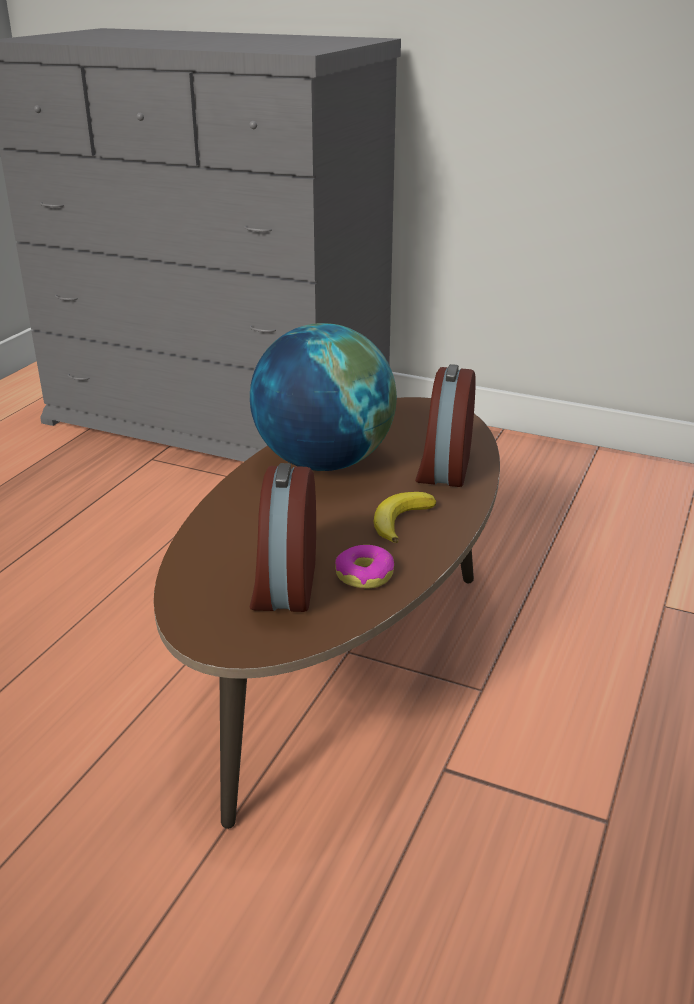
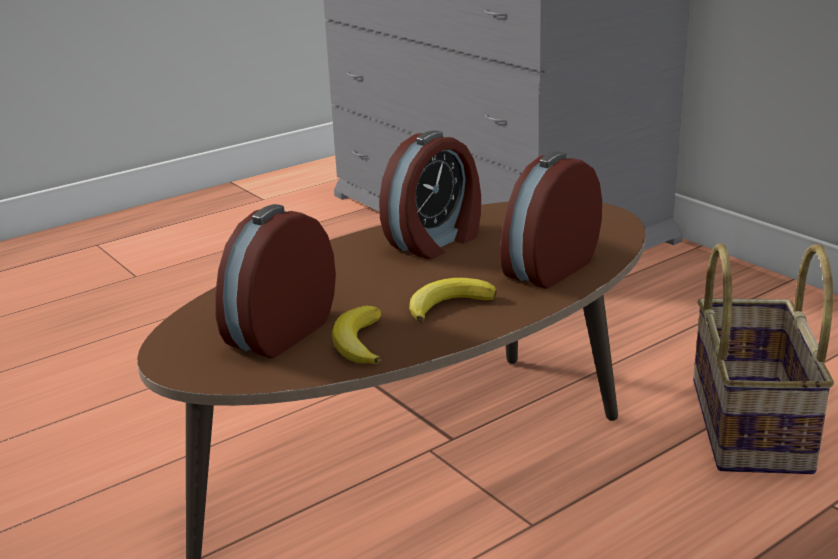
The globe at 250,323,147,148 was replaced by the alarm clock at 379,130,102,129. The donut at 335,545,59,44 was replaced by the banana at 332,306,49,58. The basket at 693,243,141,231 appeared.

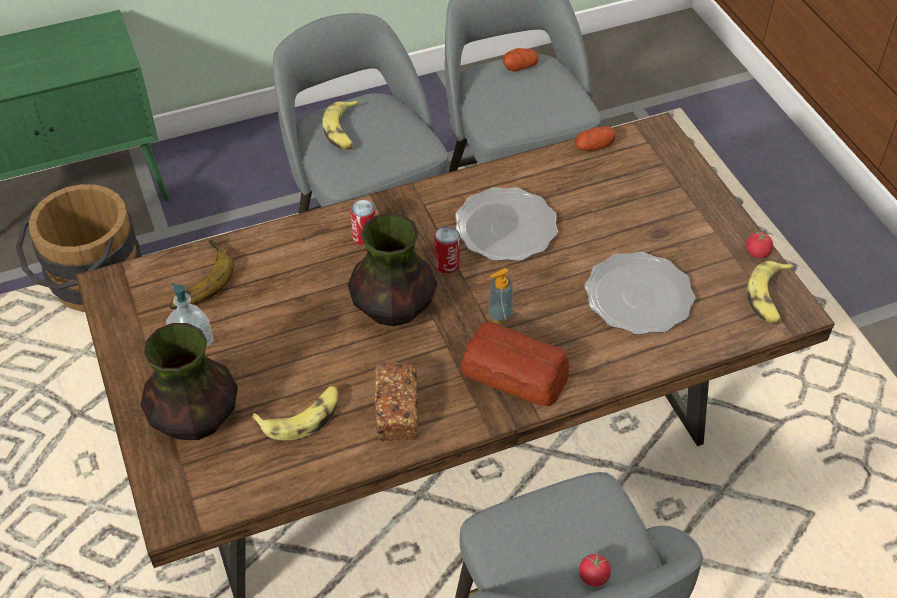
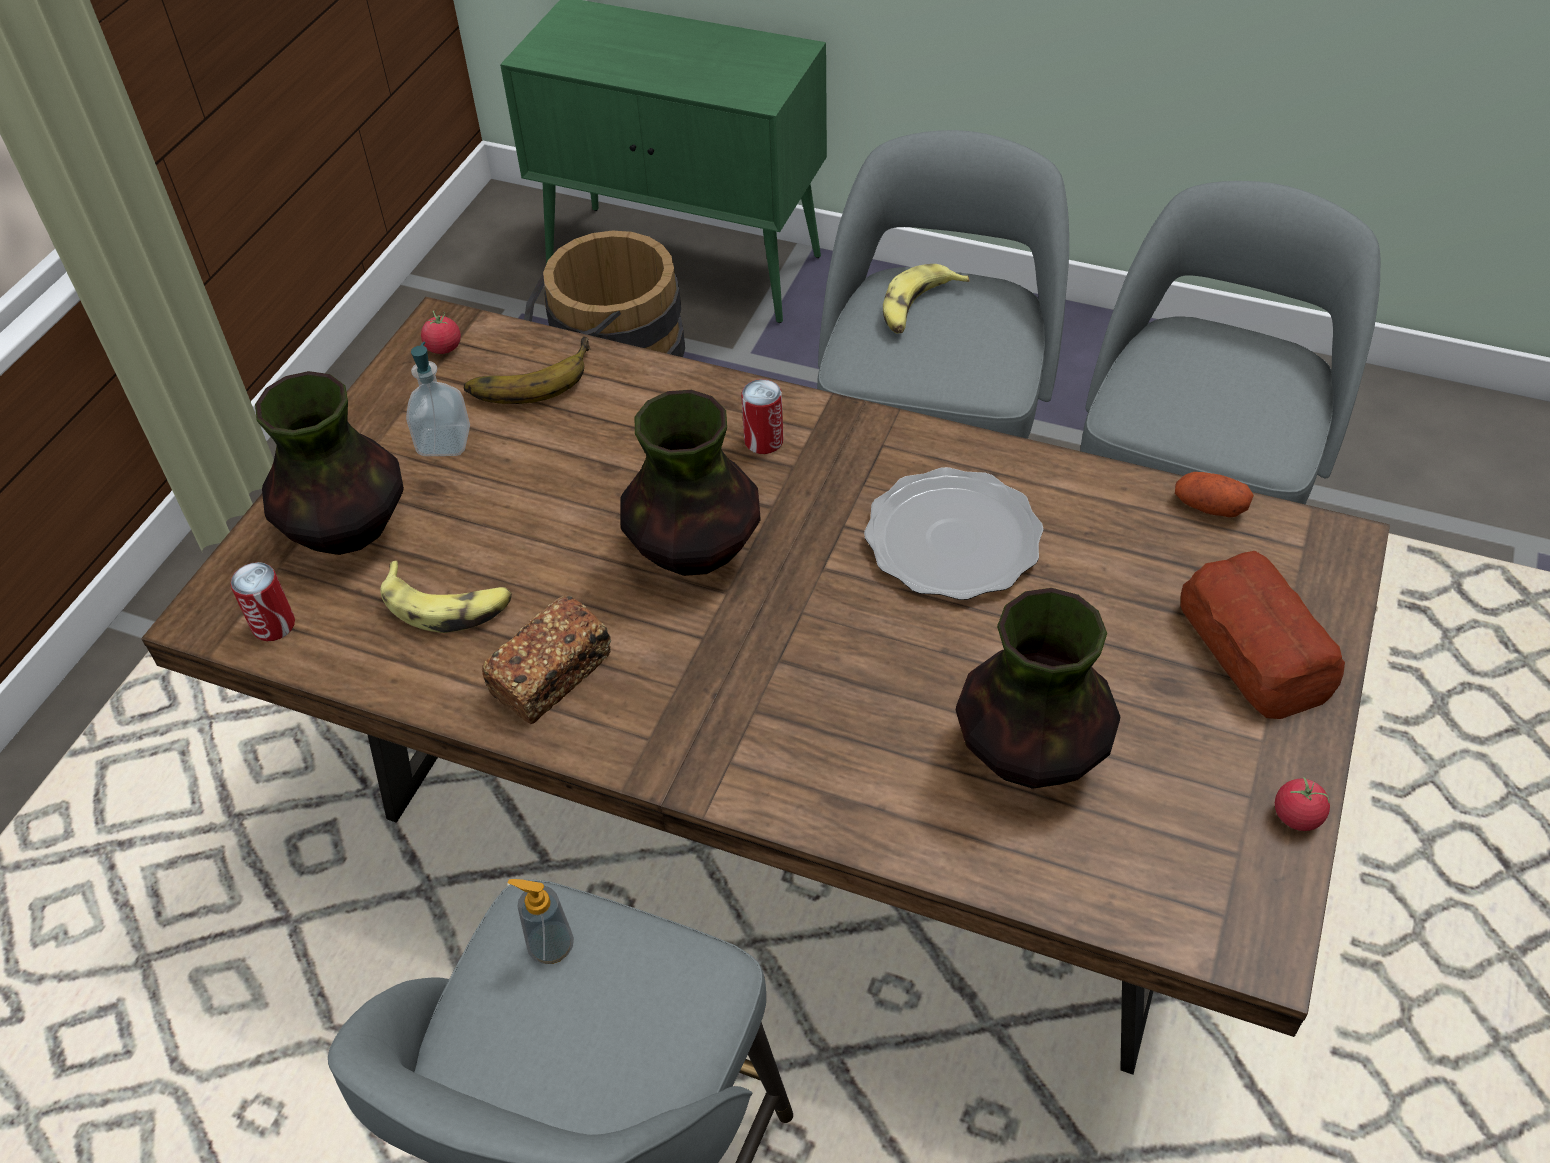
The potato at 503,48,36,24 disappeared. The can moved from 434,226,26,47 to 230,562,65,79. The plate at 584,252,111,83 was replaced by the vase at 956,588,164,201. The banana at 747,261,47,64 disappeared. The soap dispenser moved from 488,268,25,55 to 508,879,66,85. The bread moved from 461,322,108,84 to 1181,551,164,168. The tomato moved from 579,554,32,33 to 421,310,40,44.

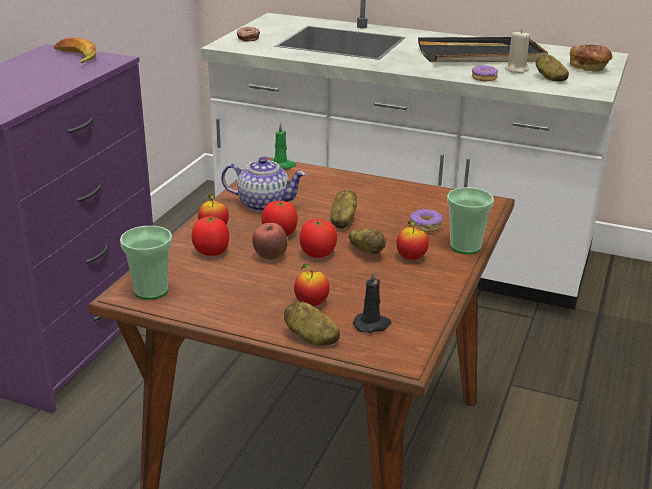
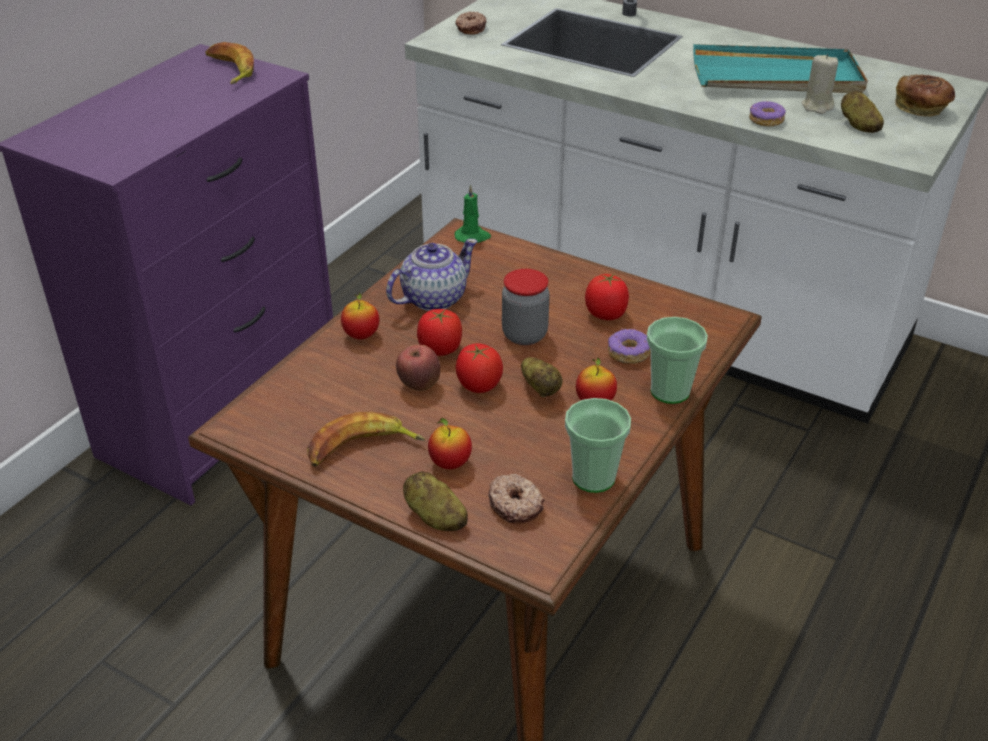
The tray (black) at 418,37,130,25 became the tray (turquoise) at 693,44,175,49. The teapot at 221,157,85,55 turned 60 degrees counterclockwise. The potato at 331,190,26,39 was replaced by the jar at 502,269,48,76. The tomato moved from 191,216,38,40 to 585,273,44,47. The cup moved from 120,226,52,74 to 565,398,66,95. The candle (black) at 353,270,39,63 was replaced by the donut at 488,474,57,50. The banana at 307,411,118,56 appeared.

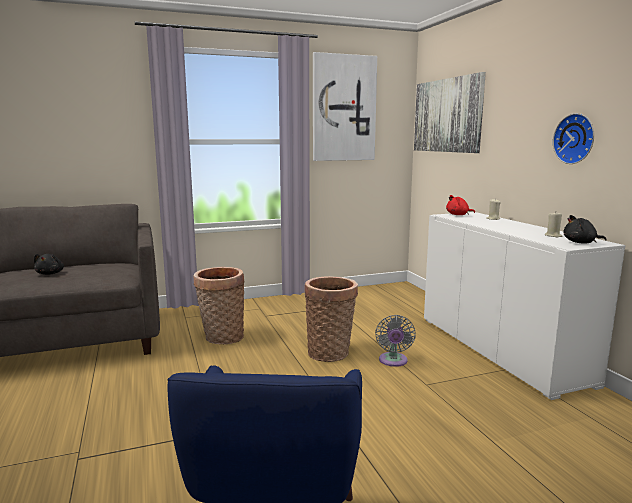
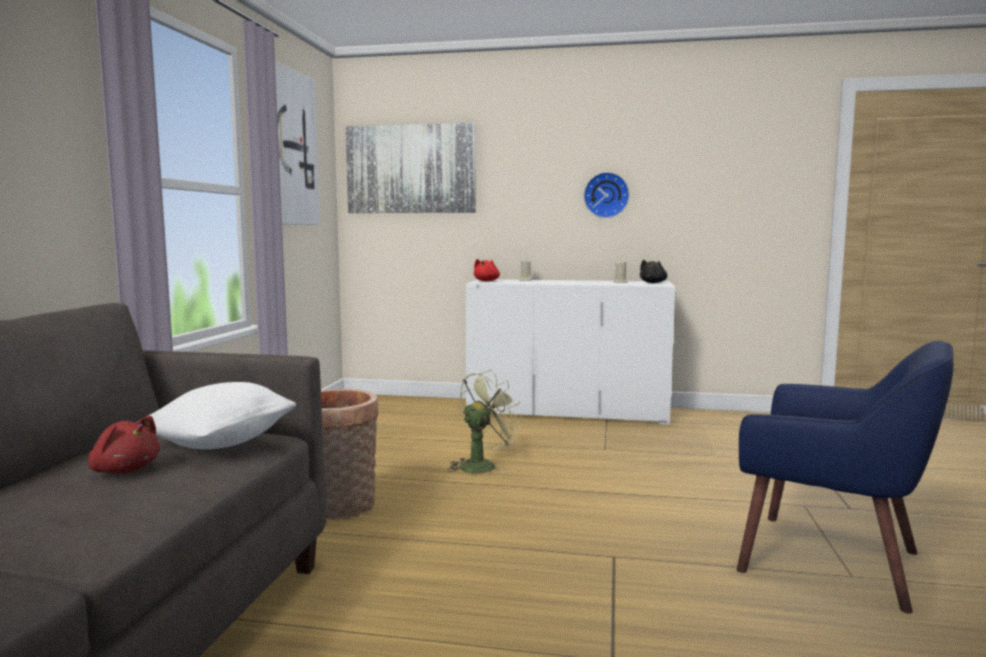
The plush toy (black) at 34,254,30,21 became the plush toy (red) at 88,416,72,58. The basket at 304,276,54,86 was replaced by the fan (green) at 447,370,76,103. The fan (grey) at 375,315,41,52 disappeared. The pillow (white) at 136,382,161,67 appeared.

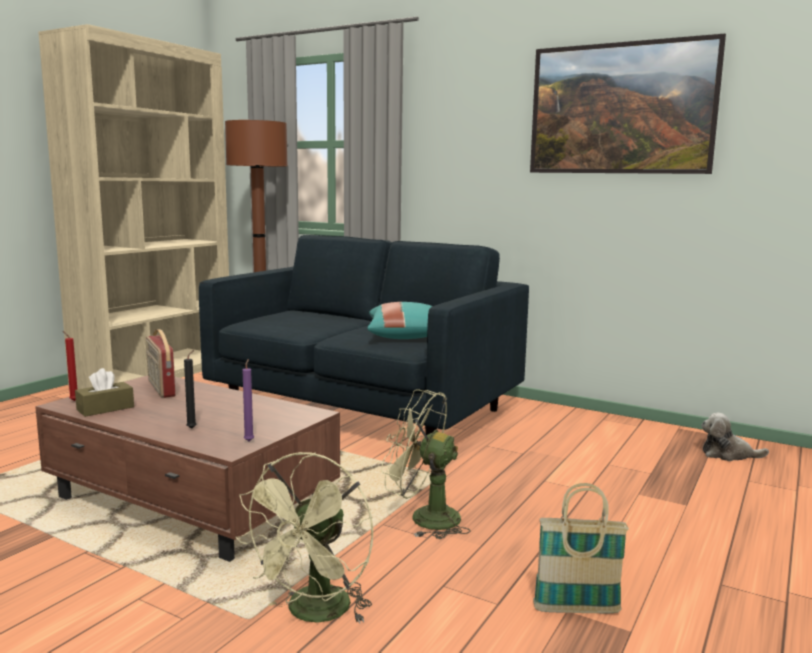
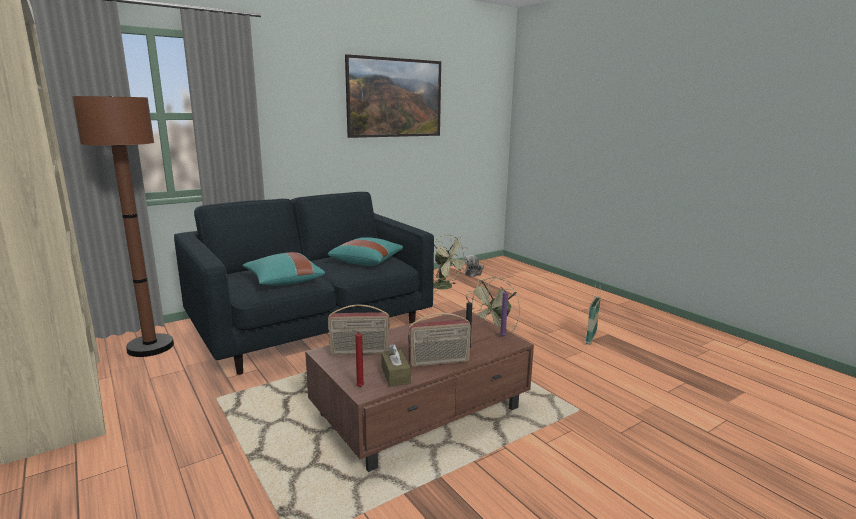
The fan (green) moved from 235,452,138,172 to 433,234,36,58. The pillow (turquoise) at 242,252,83,33 appeared. The radio at 408,313,63,54 appeared.

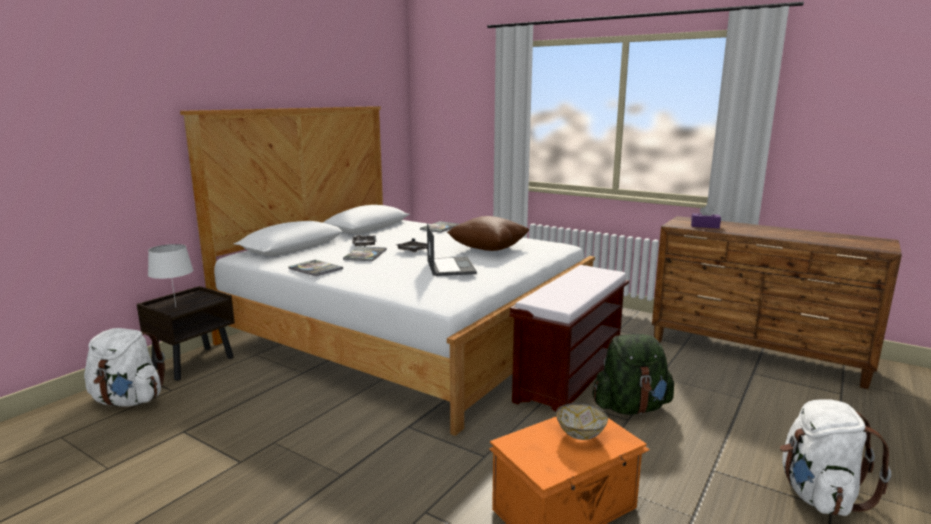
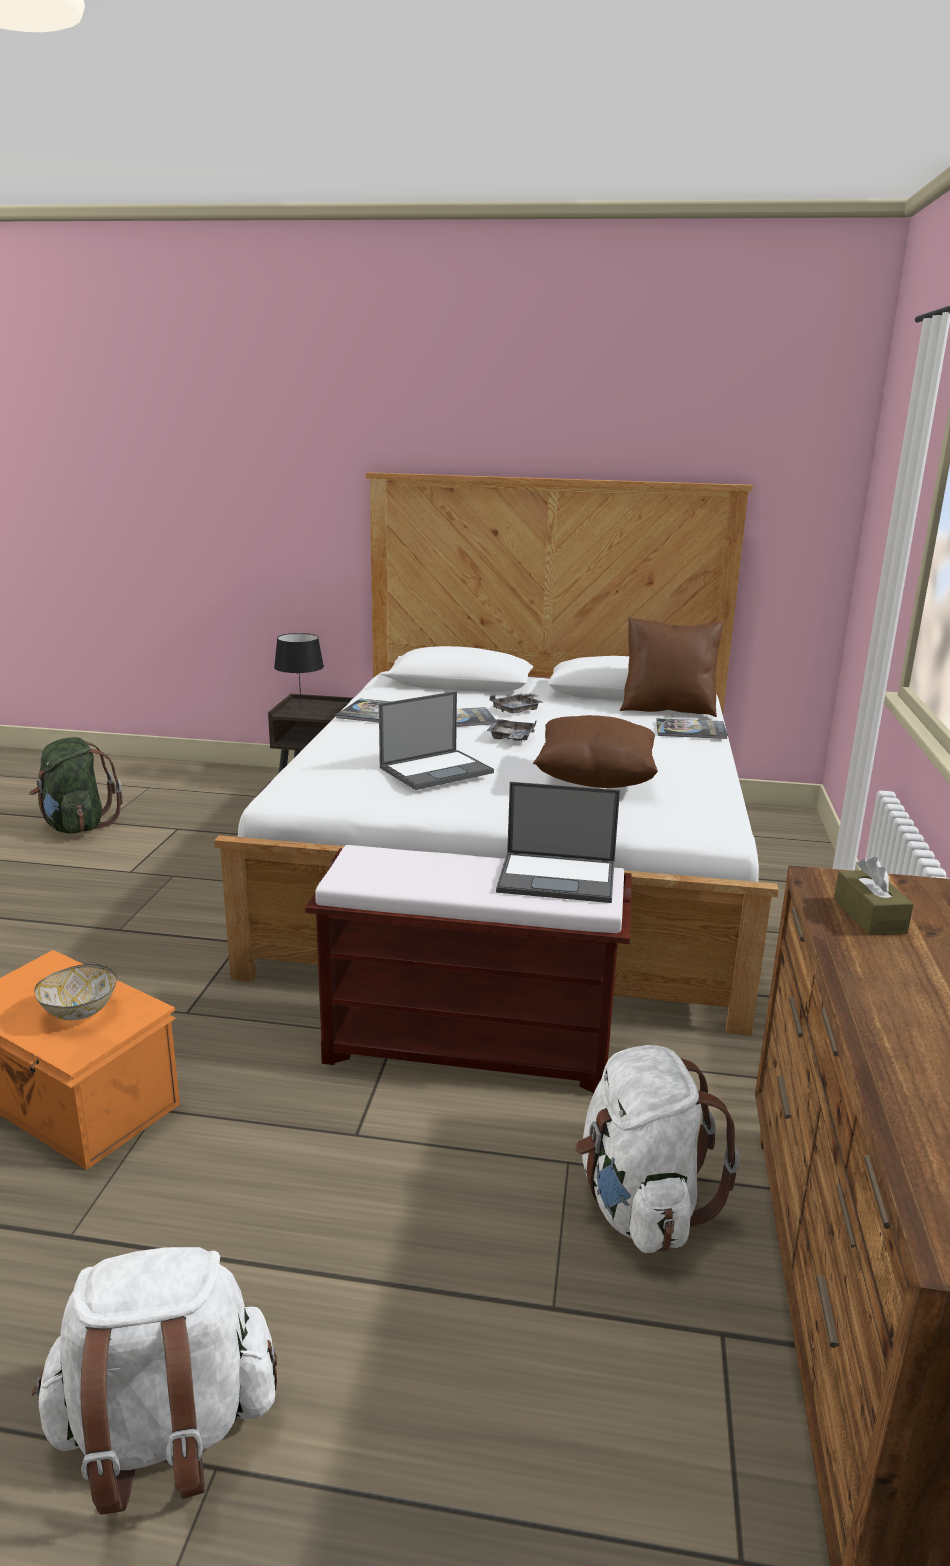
The tissue box (purple) at 691,205,30,24 became the tissue box (brown) at 834,857,80,79. The table lamp (white) at 148,244,45,62 became the table lamp (black) at 274,633,50,73. The backpack (white) moved from 84,328,81,79 to 575,1045,165,208. The backpack (green) moved from 592,334,82,81 to 29,737,93,97. The pillow (brown) at 620,617,103,100 appeared. The laptop at 496,782,124,121 appeared.

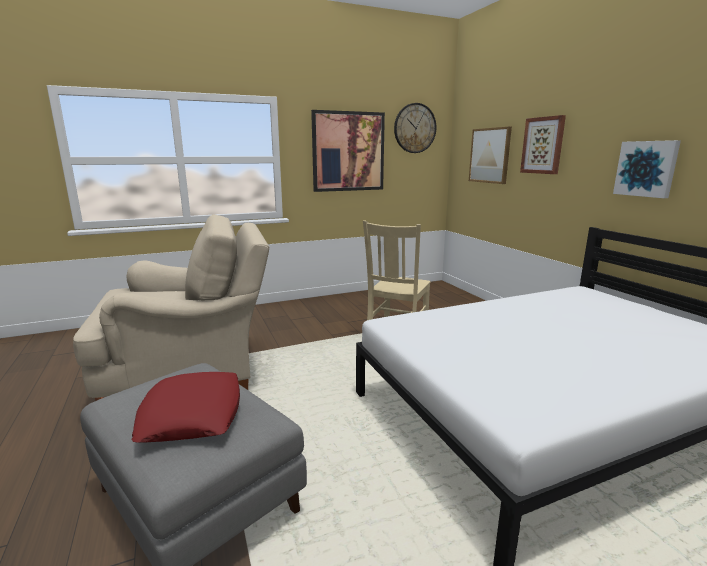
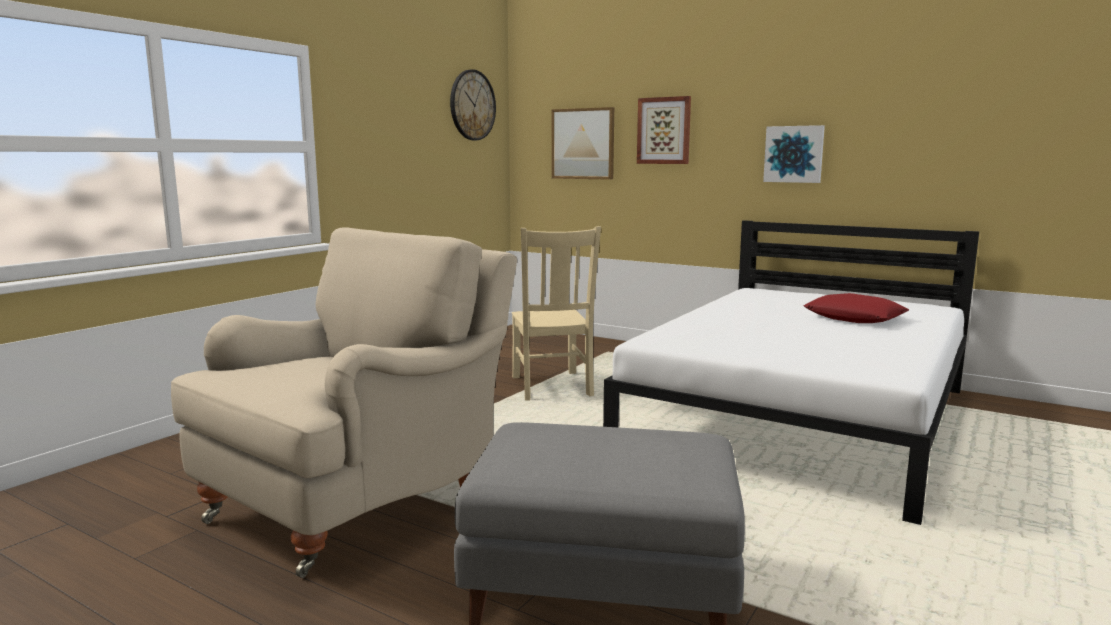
The picture at 311,110,74,82 disappeared. The pillow (red) moved from 131,372,109,71 to 804,293,105,30.

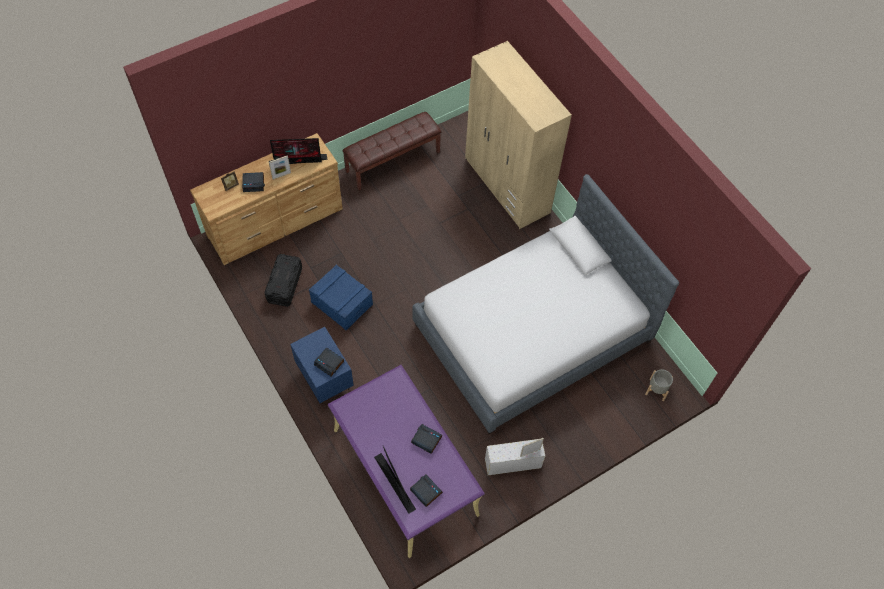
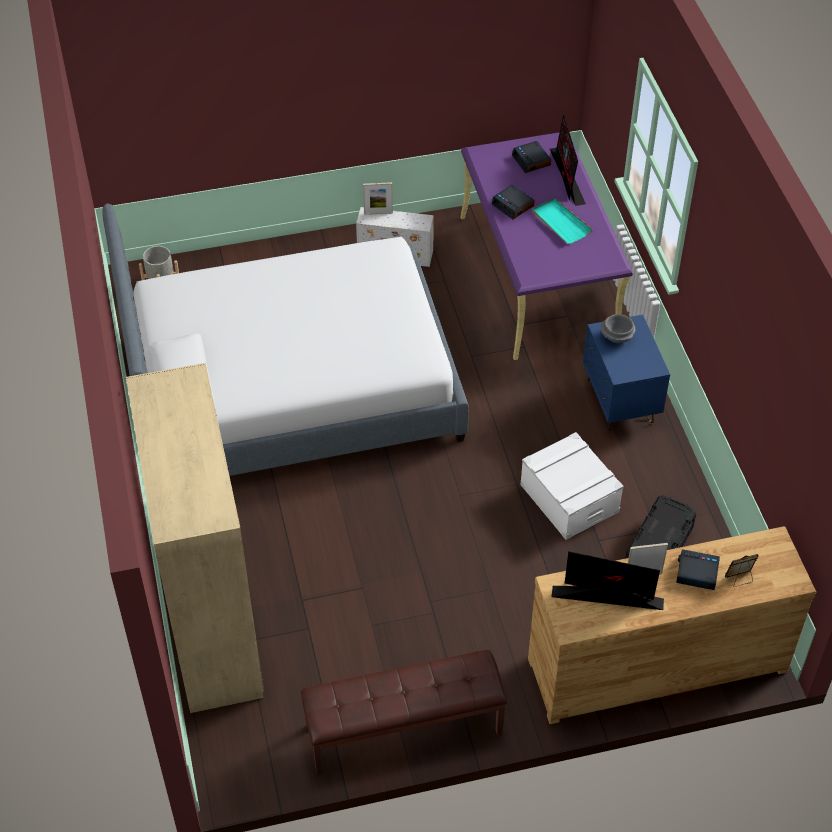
The storage box (blue) at 309,265,64,65 became the storage box (white) at 520,432,104,108. The alarm clock at 314,347,30,29 was replaced by the bowl (grey) at 601,314,34,29. The tray (turquoise) at 532,198,60,46 appeared.

